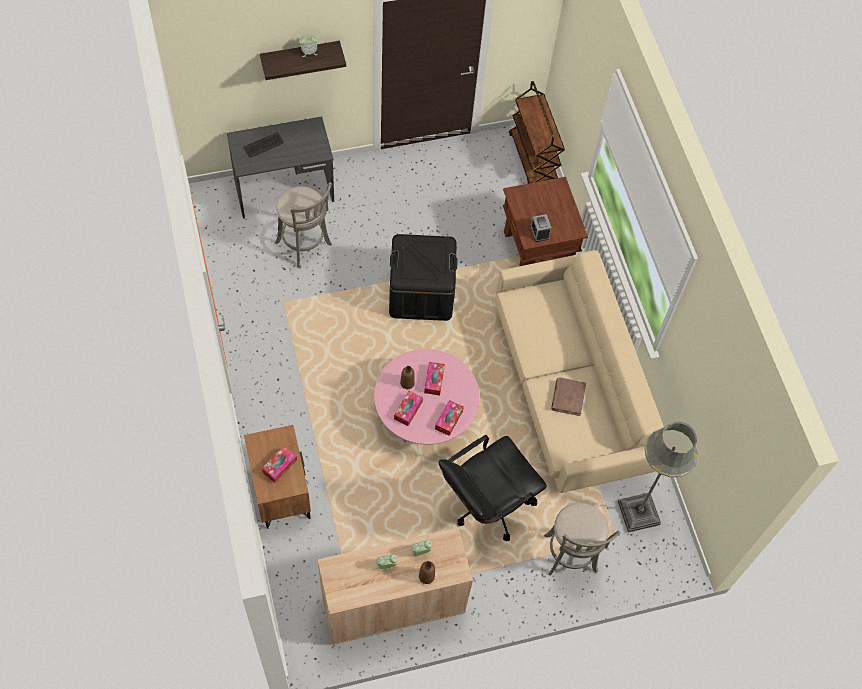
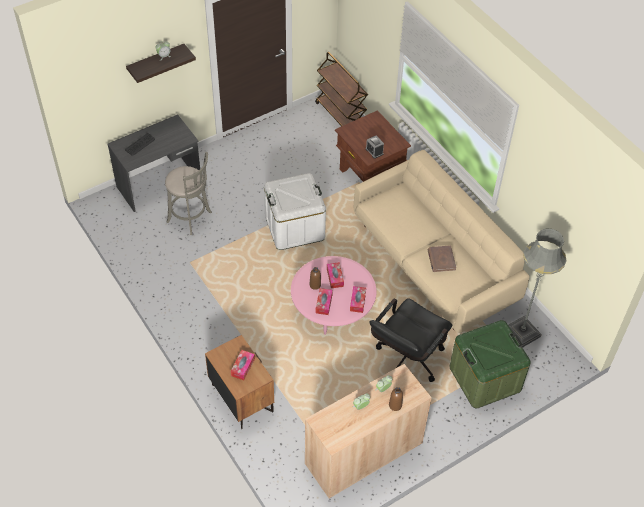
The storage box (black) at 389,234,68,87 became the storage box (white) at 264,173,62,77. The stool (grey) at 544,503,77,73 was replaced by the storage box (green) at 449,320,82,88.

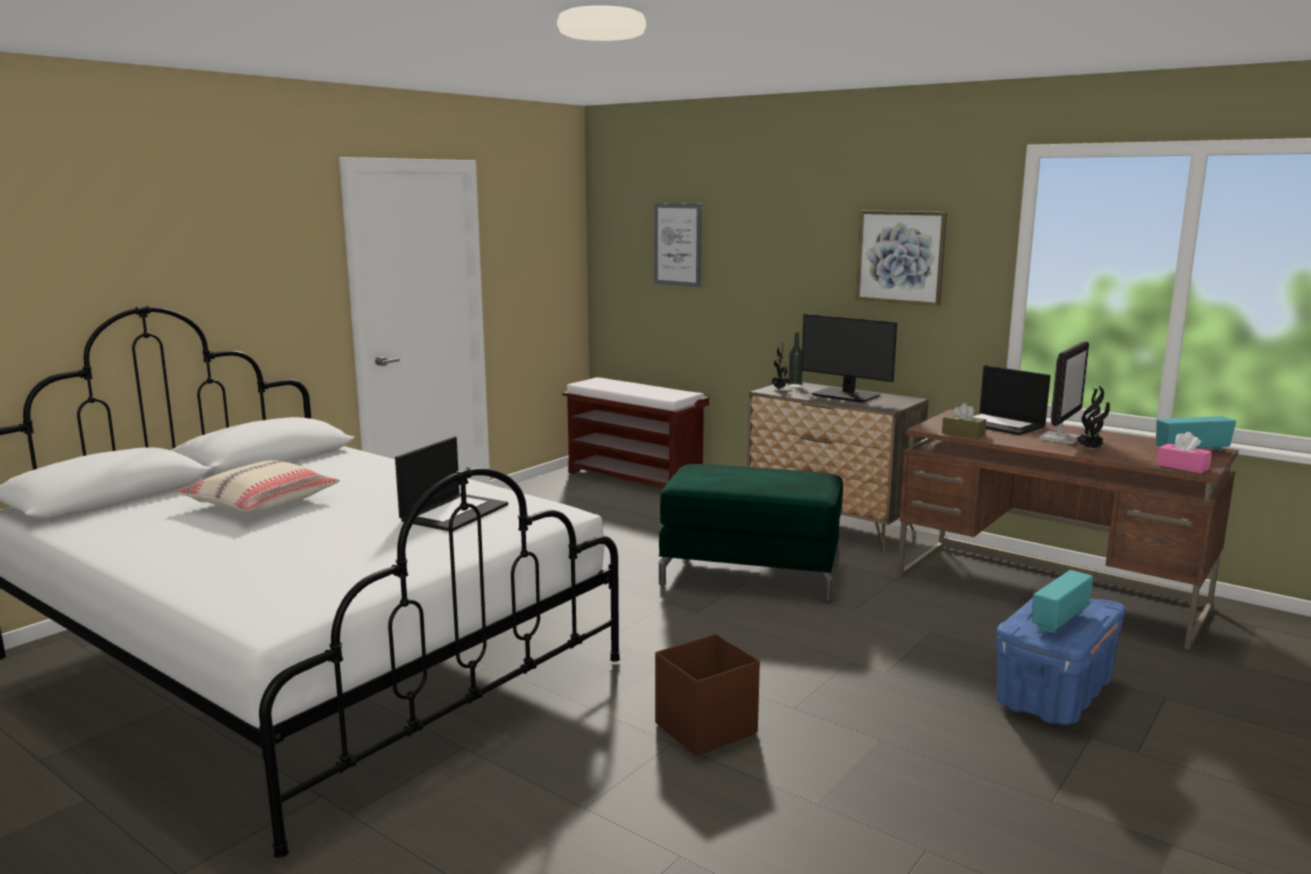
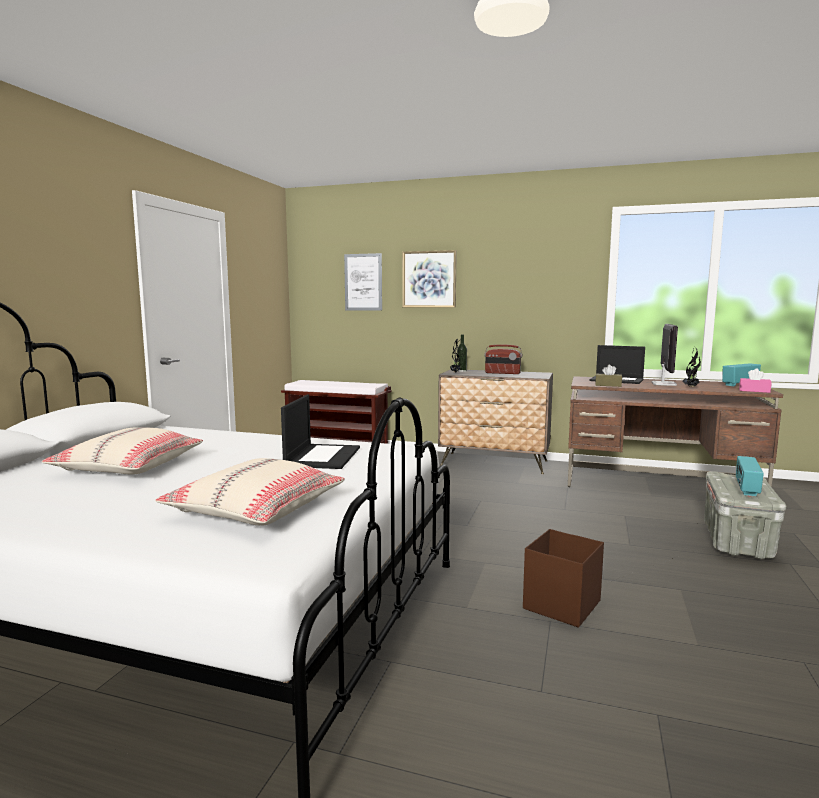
The picture moved from 855,211,92,95 to 402,250,55,58. The monitor at 801,314,96,89 was replaced by the radio at 484,344,38,30. The ottoman (green) at 659,464,184,138 disappeared. The storage box (blue) at 996,598,129,127 became the storage box (grey) at 704,471,82,88. The pillow (beige) at 155,458,190,68 appeared.

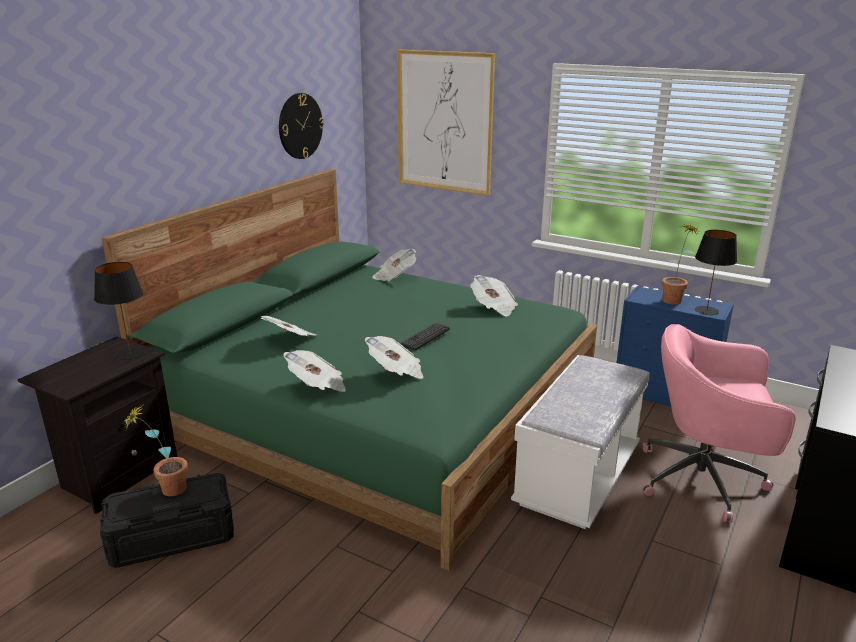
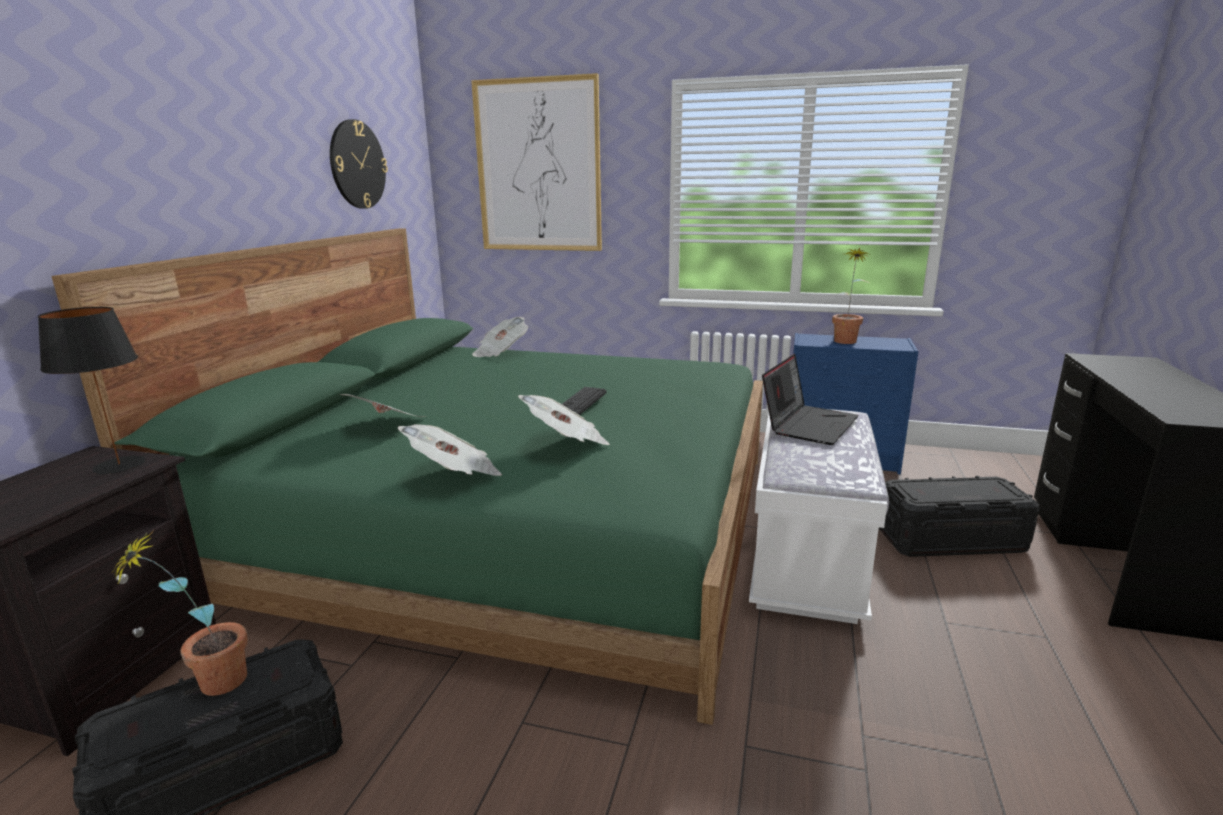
The table lamp (black) at 695,230,42,85 disappeared. The newspaper at 471,275,47,41 disappeared. The office chair (pink) at 642,324,154,199 was replaced by the storage box (black) at 879,476,161,81. The laptop at 762,354,97,91 appeared.

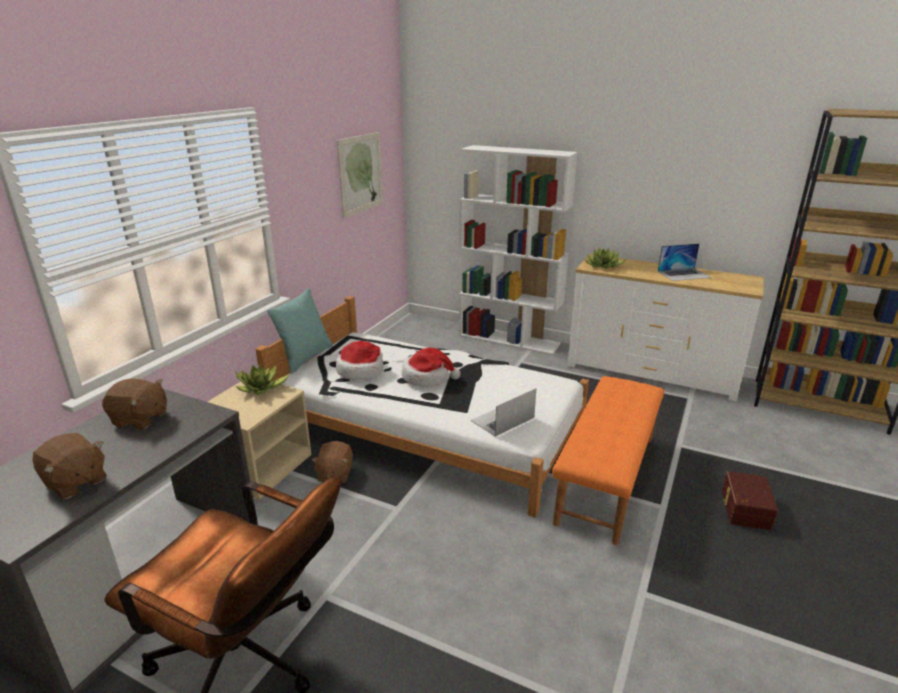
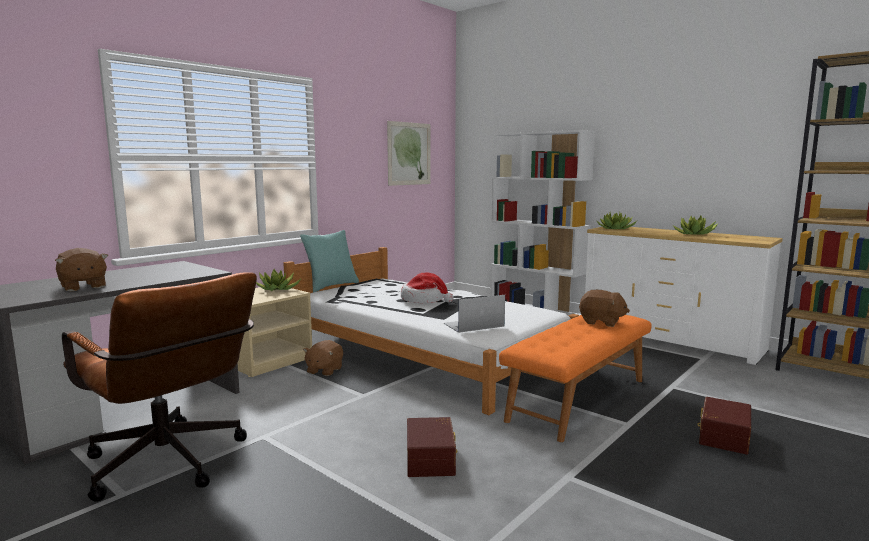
The laptop at 658,243,53,38 was replaced by the potted plant at 673,216,45,19. The hat at 336,341,47,39 disappeared. The plush toy (brown) moved from 102,379,65,50 to 579,290,51,37. The storage box (brown) at 407,417,50,60 appeared.

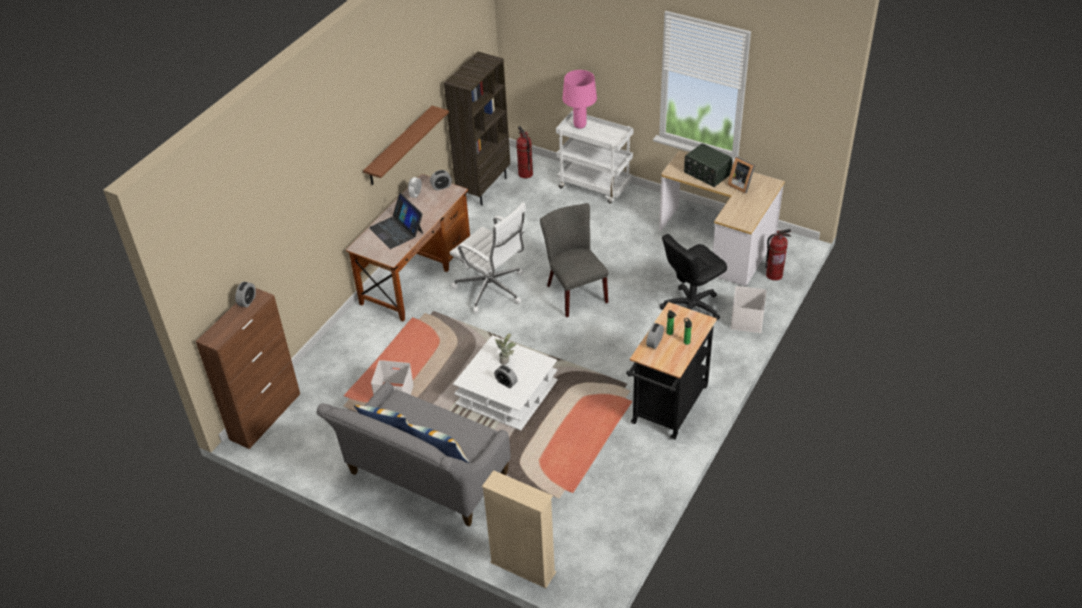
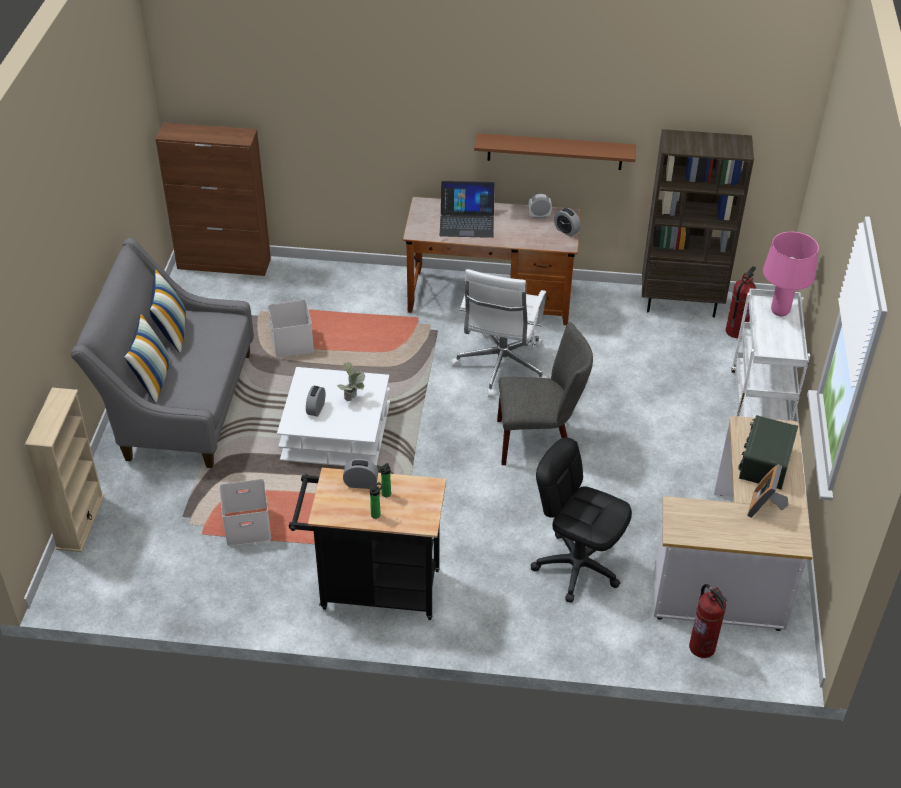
The laptop at 369,193,54,56 turned 120 degrees counterclockwise. The chair (grey) at 540,203,68,114 turned 45 degrees clockwise. The alarm clock at 235,282,21,25 disappeared. The storage box (white) moved from 730,286,37,47 to 220,479,51,67.

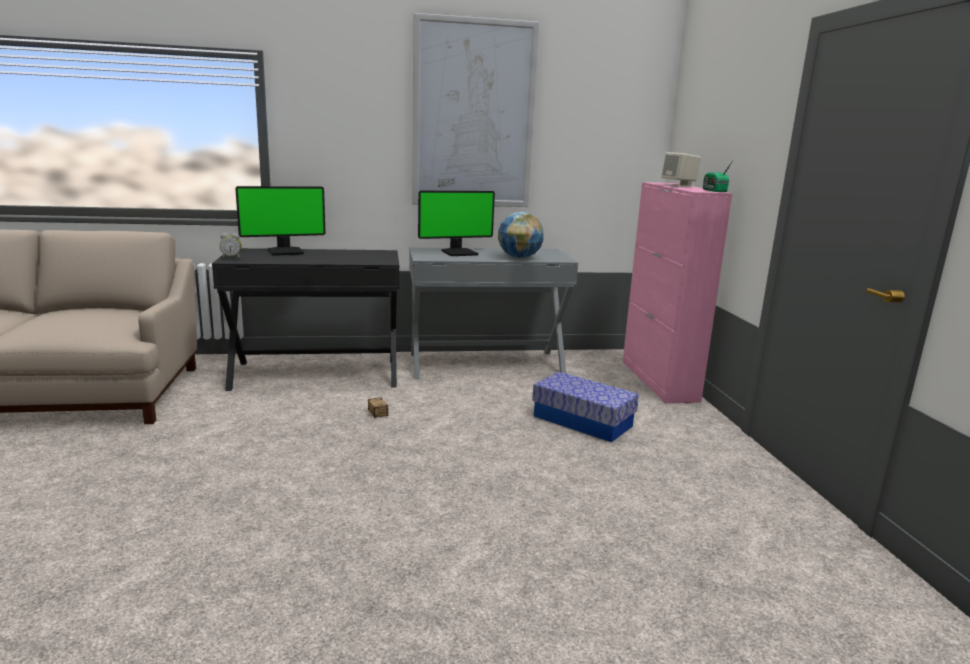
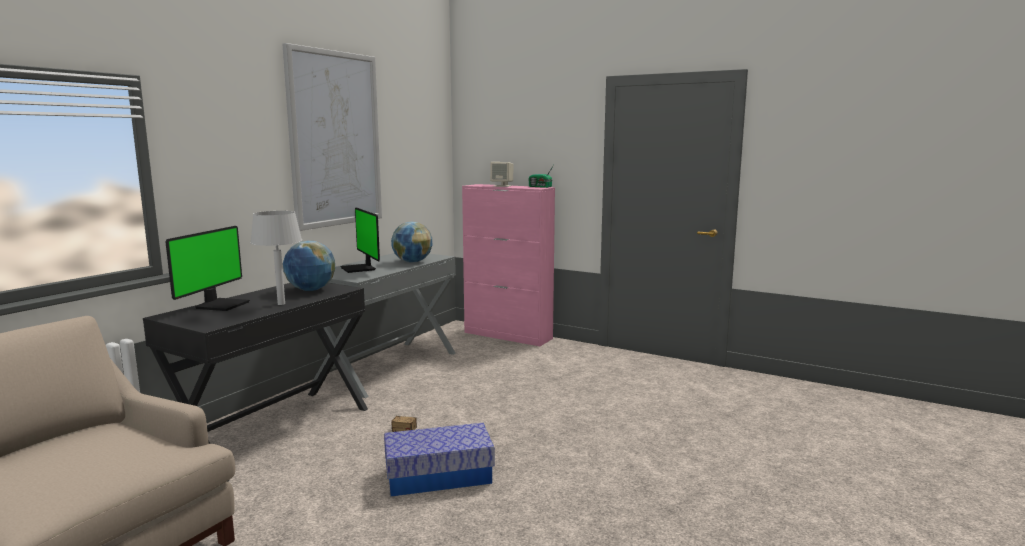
The monitor at 418,191,77,65 turned 135 degrees clockwise. The alarm clock at 220,233,22,26 disappeared. The storage box moved from 532,372,107,70 to 384,423,111,73. The table lamp (grey) at 250,211,52,94 appeared. The globe at 283,241,52,50 appeared.

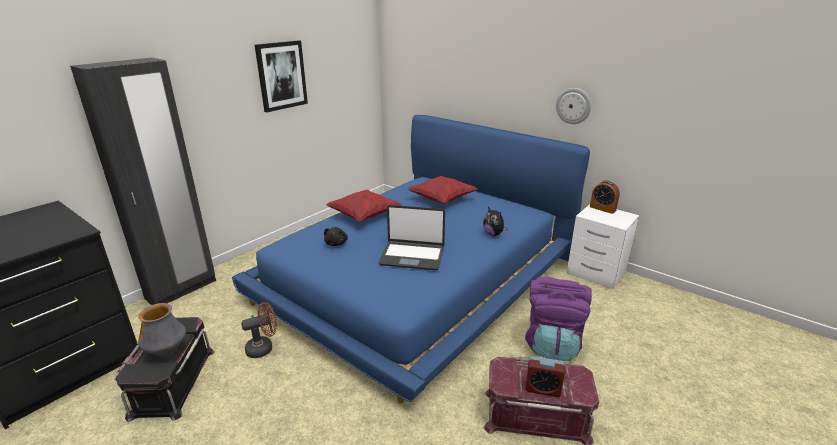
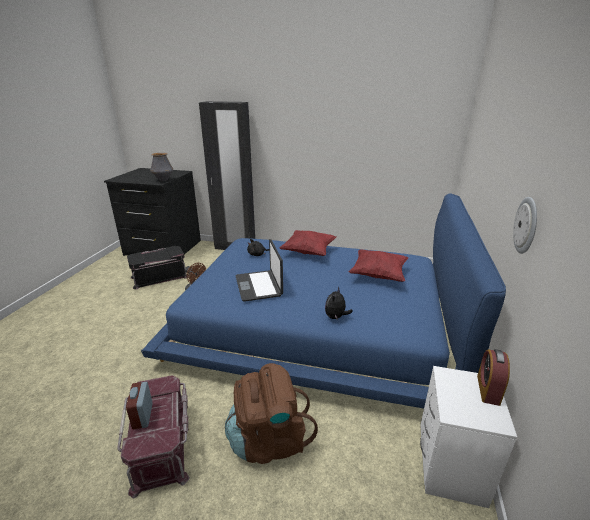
The picture at 255,40,53,72 disappeared. The backpack (purple) at 525,276,67,85 became the backpack (brown) at 225,363,93,101. The vase moved from 138,303,48,54 to 150,153,23,28.

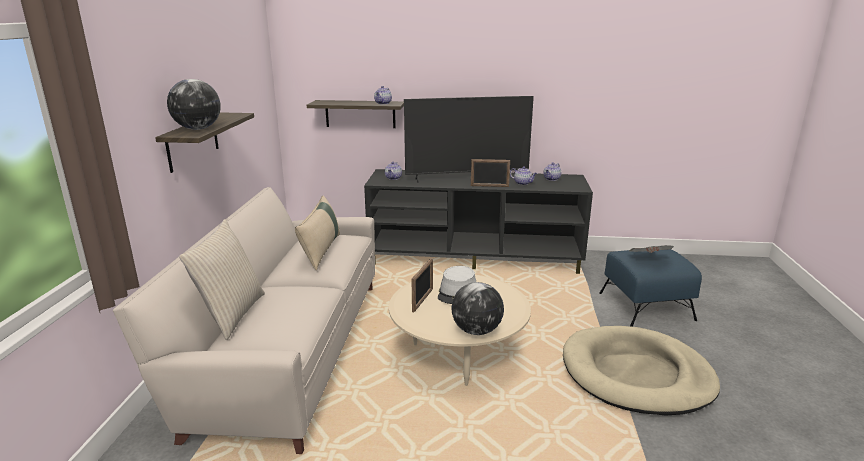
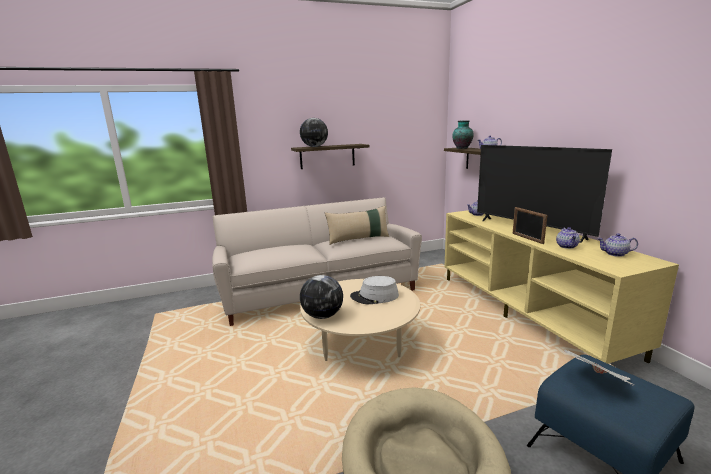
The tv stand (black) at 364,169,229,105 became the tv stand (beige) at 445,210,234,154. The pillow (beige) at 179,219,86,121 disappeared. The picture frame at 412,258,21,54 disappeared. The vase at 452,120,22,29 appeared.

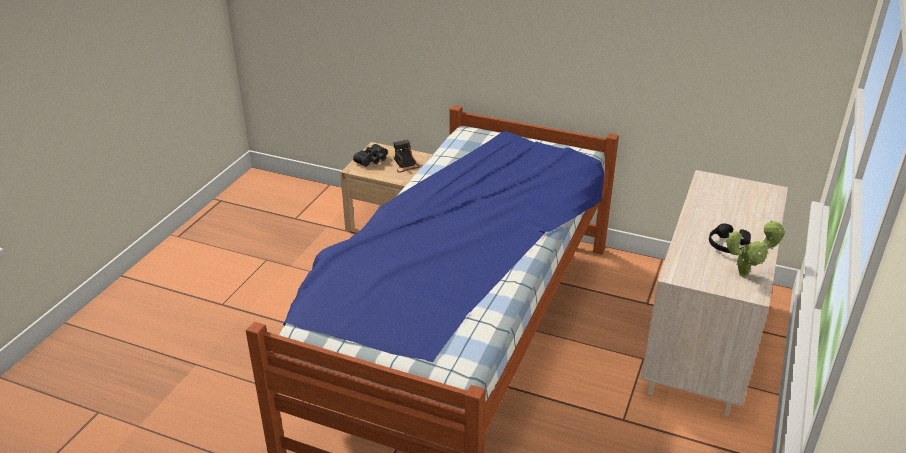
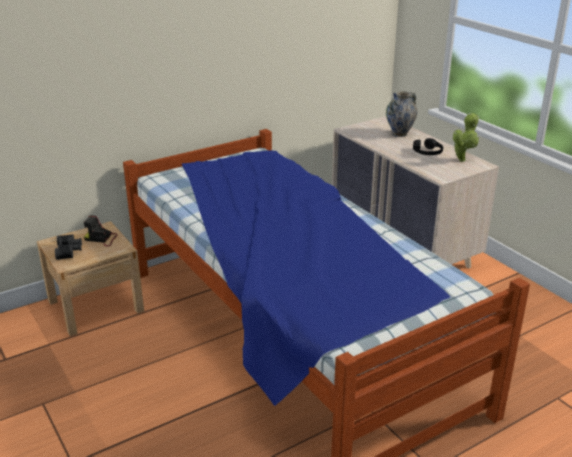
The vase at 386,91,31,46 appeared.

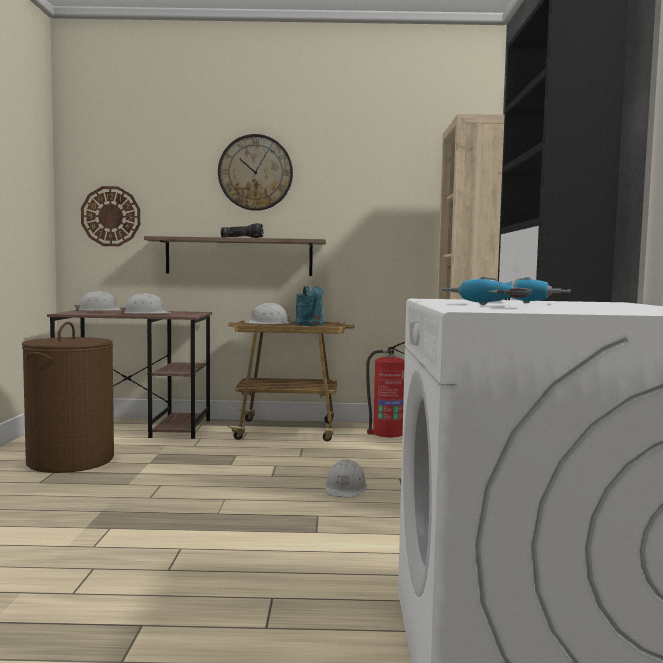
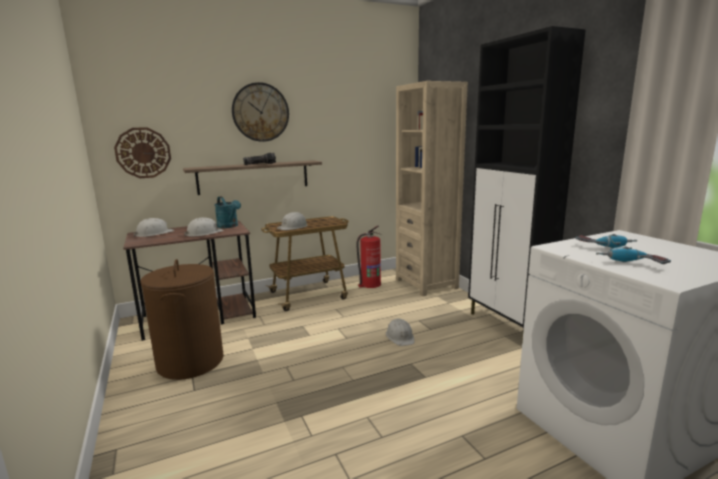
The watering can (turquoise) moved from 295,286,29,40 to 215,196,26,32.

